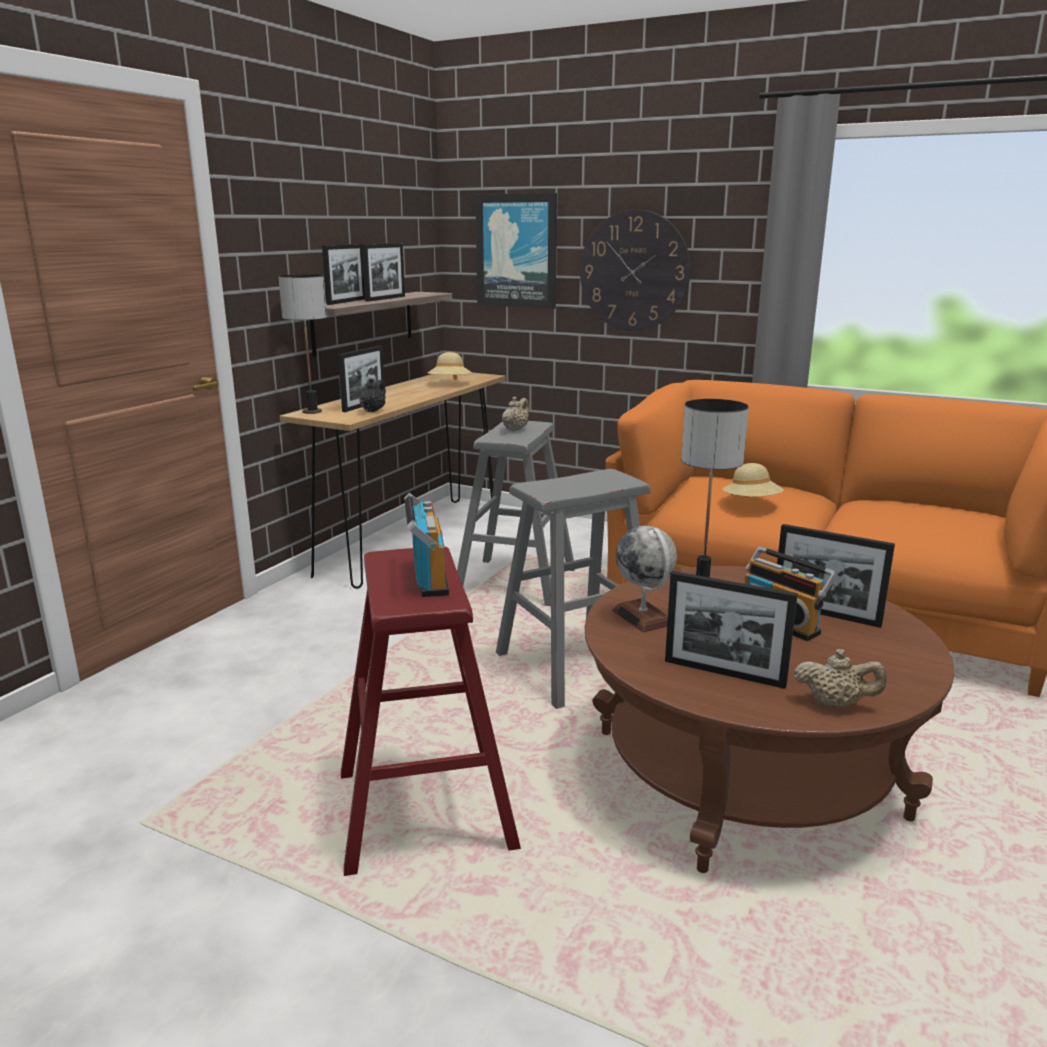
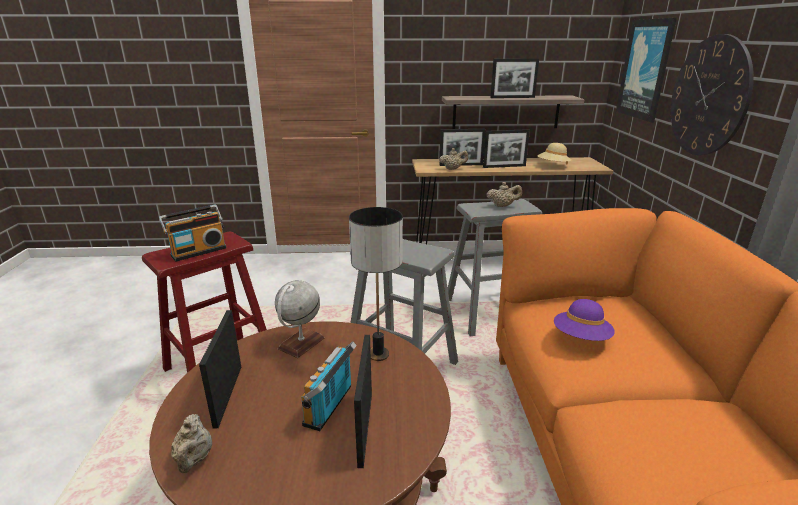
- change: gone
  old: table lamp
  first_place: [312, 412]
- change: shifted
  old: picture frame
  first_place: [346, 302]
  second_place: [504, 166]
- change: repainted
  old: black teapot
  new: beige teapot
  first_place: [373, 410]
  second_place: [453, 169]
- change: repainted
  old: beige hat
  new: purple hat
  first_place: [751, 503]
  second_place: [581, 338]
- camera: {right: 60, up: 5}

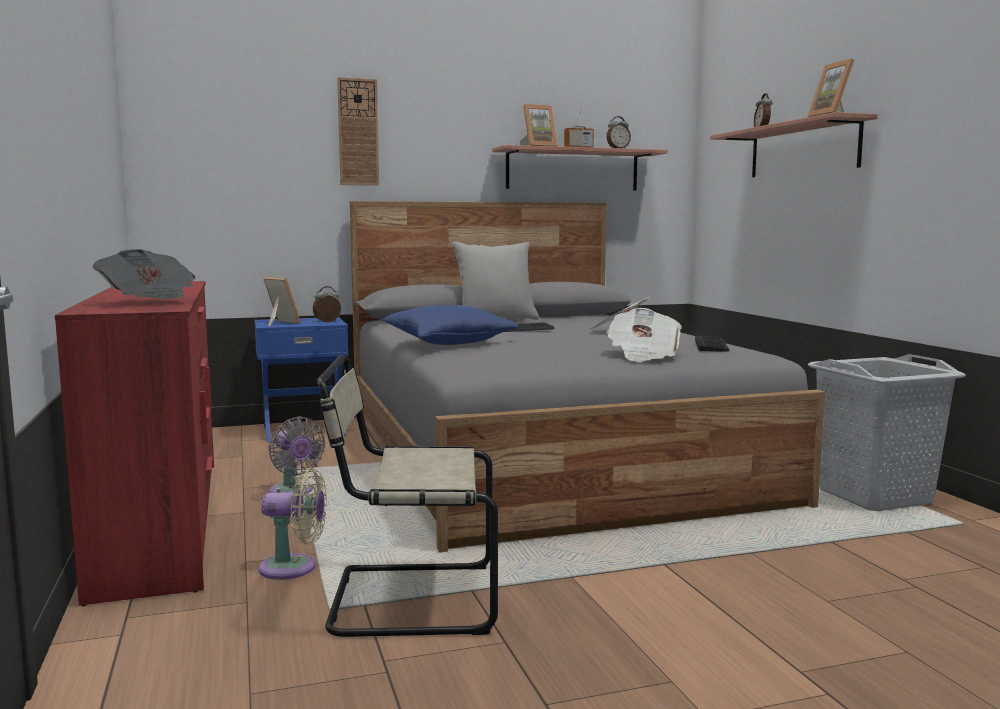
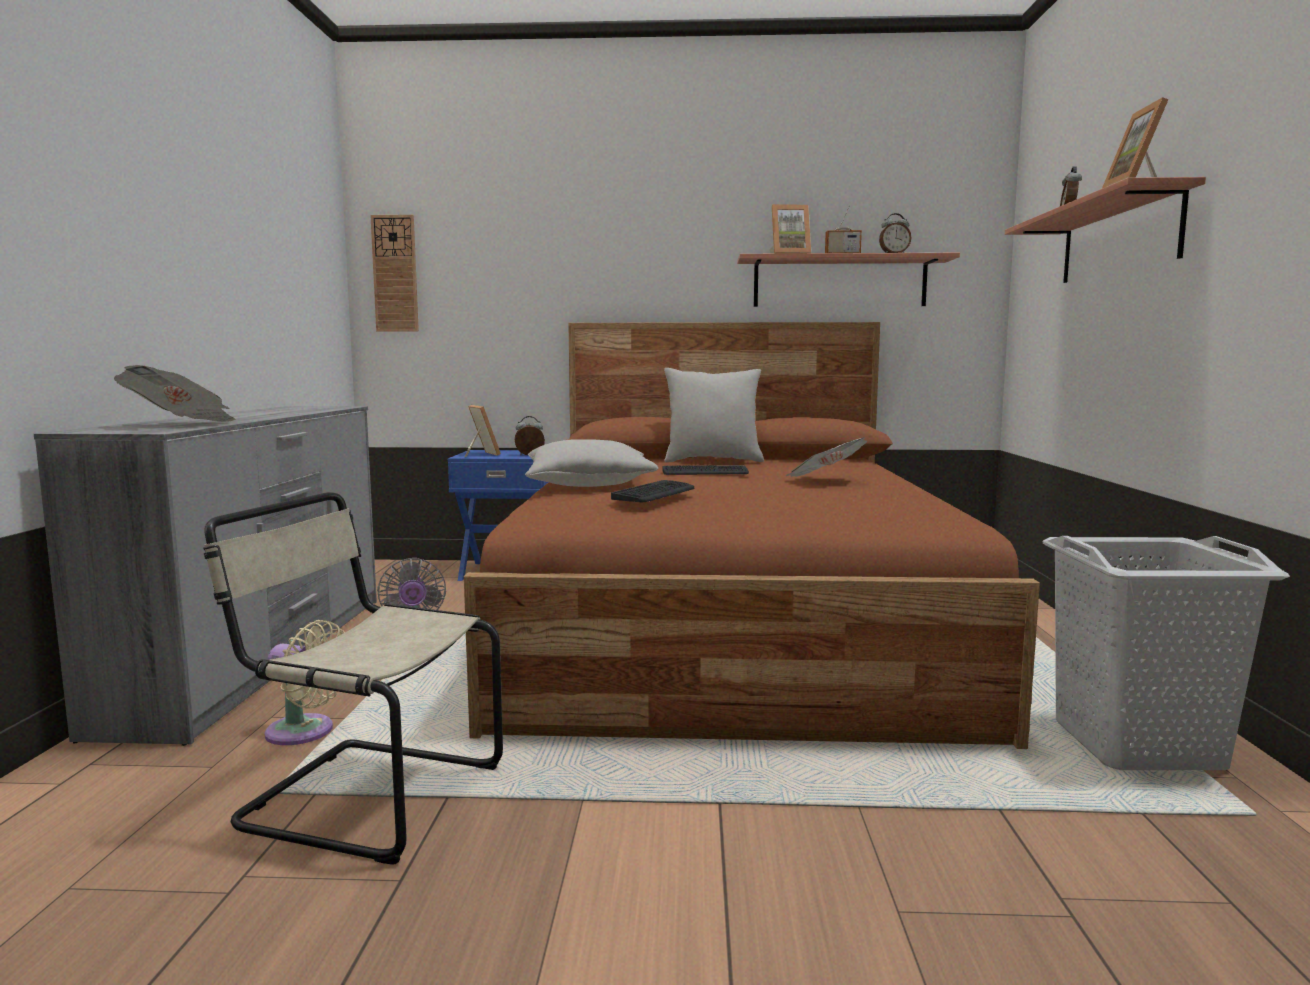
- change: gone
  old: newspaper
  first_place: [643, 355]
- change: shifted
  old: wall clock
  first_place: [358, 132]
  second_place: [395, 274]
- change: shifted
  old: keyboard
  first_place: [711, 345]
  second_place: [655, 493]
- change: repainted
  old: red dresser
  new: grey dresser
  first_place: [164, 521]
  second_place: [260, 657]
- change: repainted
  old: grey bed
  new: brown bed
  first_place: [544, 454]
  second_place: [730, 626]
- change: repainted
  old: blue pillow
  new: grey pillow
  first_place: [449, 343]
  second_place: [589, 484]
- camera: {right: 20, up: 0}

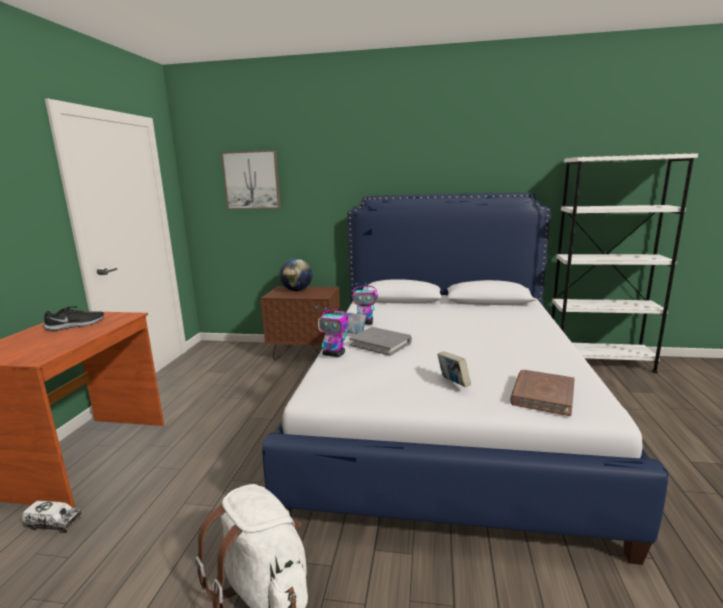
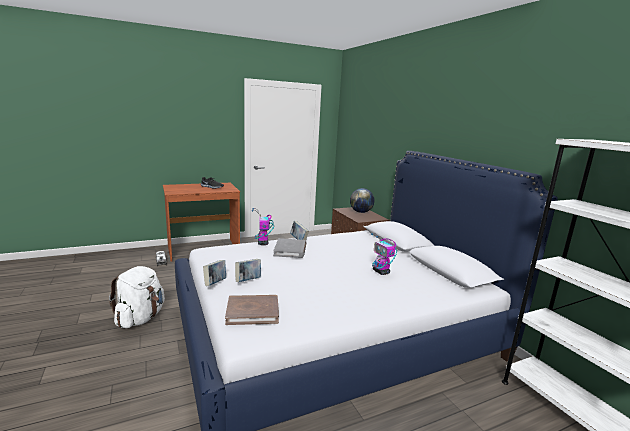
- change: gone
  old: picture
  first_place: [251, 180]
- change: new
  new: book
  second_place: [215, 283]
- change: shifted
  old: toy robot
  first_place: [365, 323]
  second_place: [381, 272]
- camera: {right: 55, up: 0}

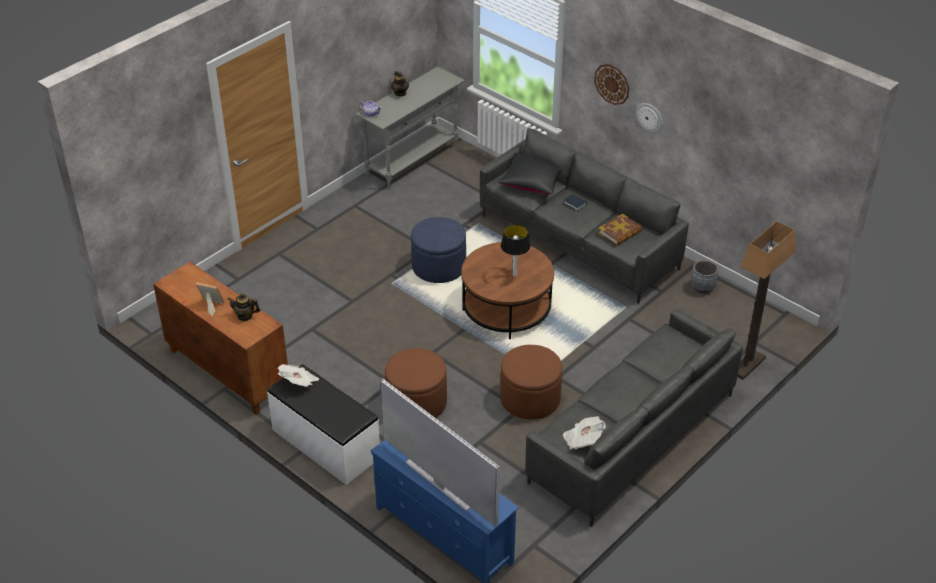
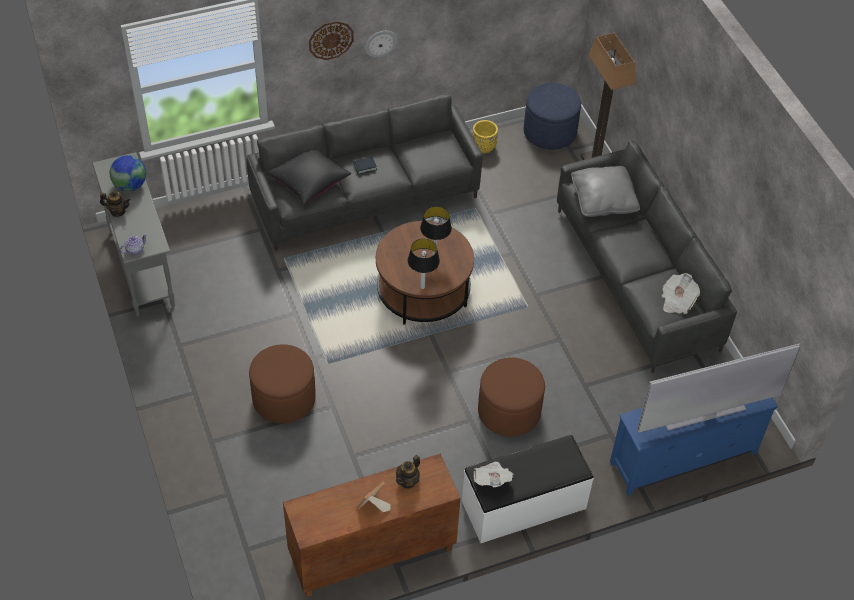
- change: gone
  old: book
  first_place: [620, 232]
- change: new
  new: globe
  second_place: [130, 185]
- change: new
  new: table lamp
  second_place: [422, 287]
- change: new
  new: grey pillow
  second_place: [603, 199]
- change: shifted
  old: blue ottoman
  first_place: [439, 267]
  second_place: [549, 132]
- change: shifted
  old: brown ottoman
  first_place: [530, 399]
  second_place: [284, 398]
- change: repainted
  old: grey planter
  new: yellow planter
  first_place: [702, 288]
  second_place: [484, 147]
- camera: {right: -65, up: 10}

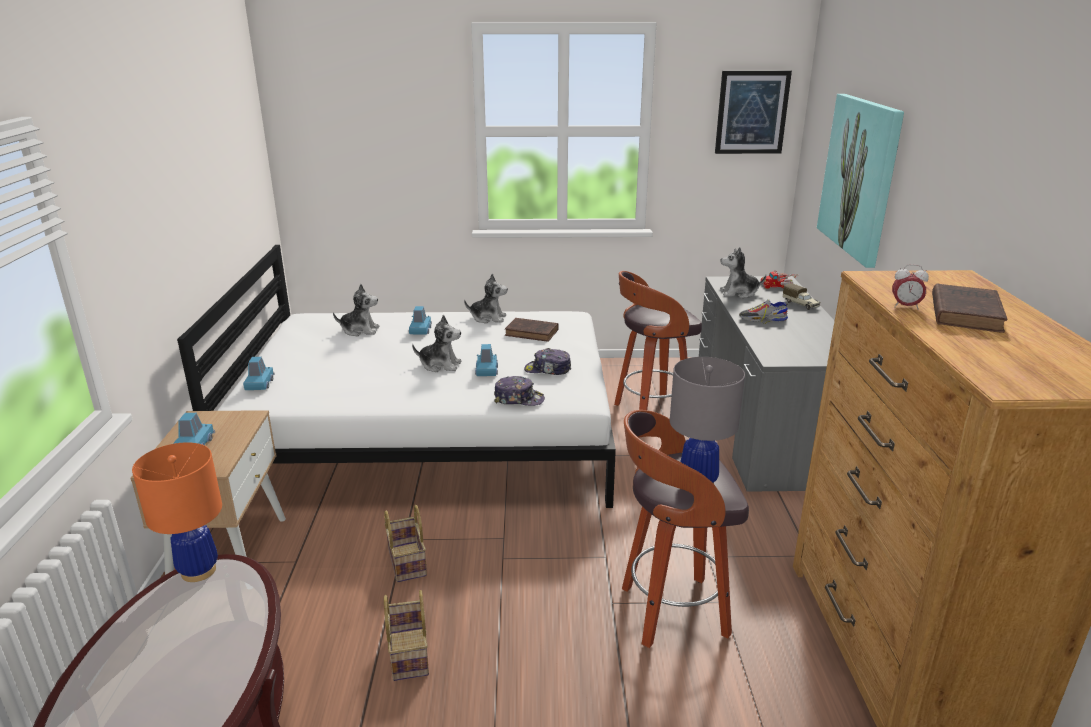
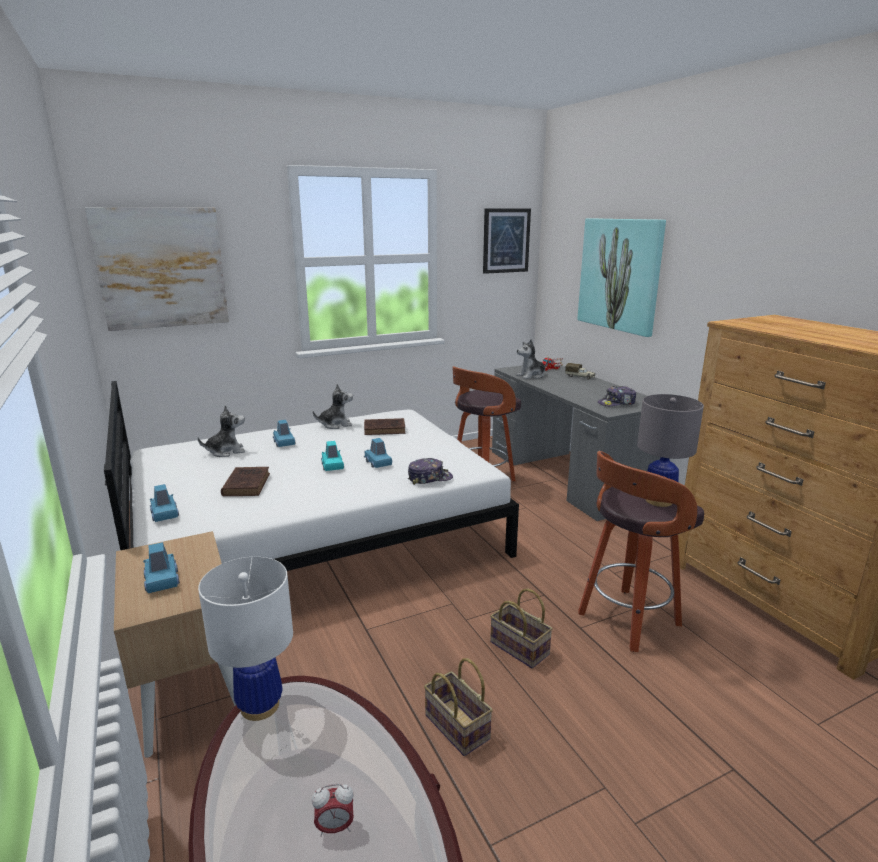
- change: gone
  old: shoe
  first_place: [762, 319]
- change: new
  new: picture
  second_place: [162, 268]
- change: shifted
  old: basket
  first_place: [405, 561]
  second_place: [517, 648]
- change: shifted
  old: cap
  first_place: [548, 370]
  second_place: [617, 403]
- change: shifted
  old: alarm clock
  first_place: [905, 307]
  second_place: [335, 827]
- change: shifted
  old: brown book
  first_place: [965, 312]
  second_place: [247, 484]
- change: swapped
  old: plush toy
  new: turquoise toy car
  first_place: [440, 365]
  second_place: [332, 466]
- change: repainted
  old: orange table lamp
  new: white table lamp
  first_place: [199, 571]
  second_place: [260, 705]
- camera: {right: -25, up: -5}

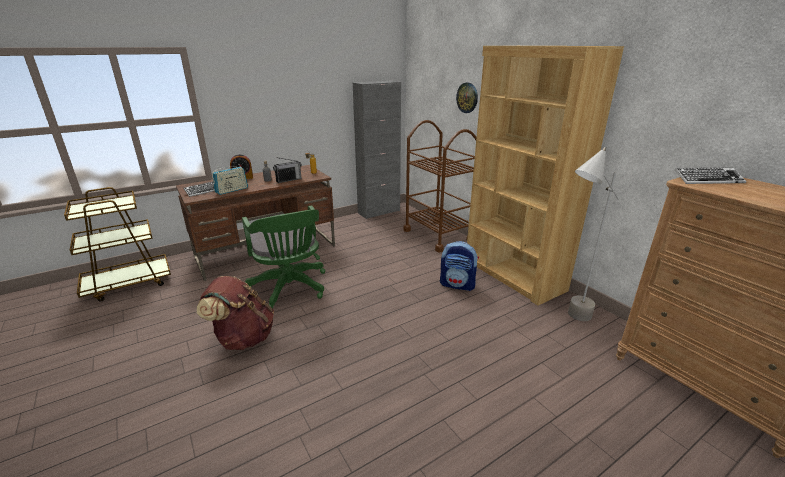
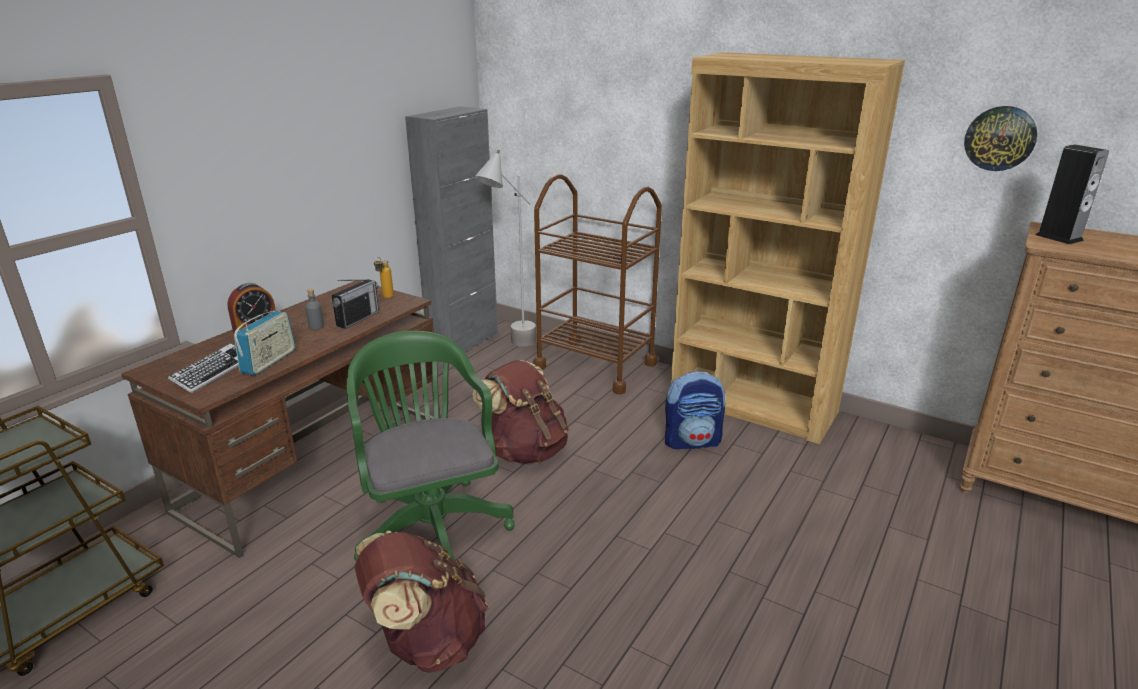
- change: new
  new: brown backpack
  second_place: [525, 450]
- change: shifted
  old: wall clock
  first_place: [467, 97]
  second_place: [1000, 138]
- change: shifted
  old: grey floor lamp
  first_place: [568, 321]
  second_place: [511, 349]
- change: swapped
  old: keyboard
  new: speaker
  first_place: [707, 180]
  second_place: [1059, 237]
- change: rotated
  old: green office chair
  first_place: [290, 289]
  second_place: [431, 524]
  degrees: -150
- camera: {right: -25, up: 0}

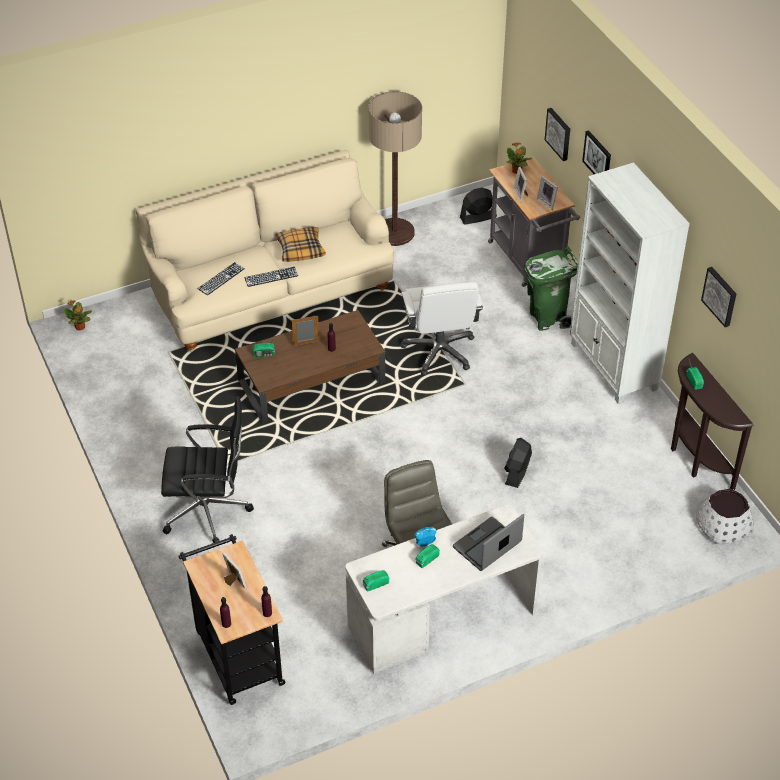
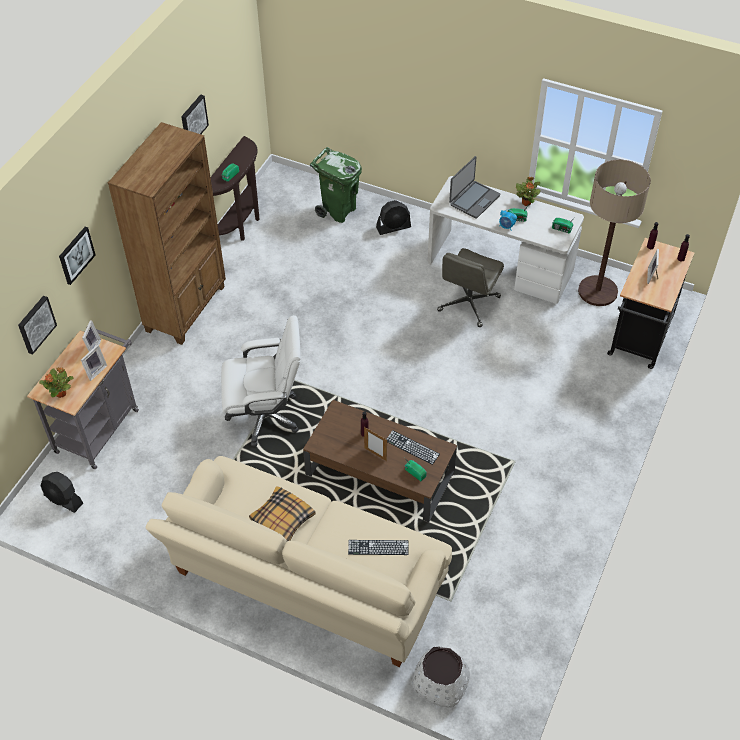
- change: gone
  old: black office chair
  first_place: [209, 511]
- change: shifted
  old: potted plant
  first_place: [80, 327]
  second_place: [526, 202]
- change: shifted
  old: keyboard
  first_place: [271, 277]
  second_place: [412, 447]
- change: shifted
  old: floor lamp
  first_place: [394, 232]
  second_place: [597, 291]
- change: shifted
  old: black fan
  first_place: [517, 472]
  second_place: [393, 227]
- change: shifted
  old: green trash can
  first_place: [547, 318]
  second_place: [338, 211]
- change: shifted
  old: white planter
  first_place: [723, 526]
  second_place: [440, 682]
- change: repainted
  old: white bookcase
  new: brown bookcase
  first_place: [613, 367]
  second_place: [186, 308]
- change: rotated
  old: white office chair
  first_place: [439, 351]
  second_place: [265, 416]
  degrees: 45
- change: rotated
  old: laptop
  first_place: [487, 545]
  second_place: [474, 200]
  degrees: -60
- camera: {right: -130, up: 5}

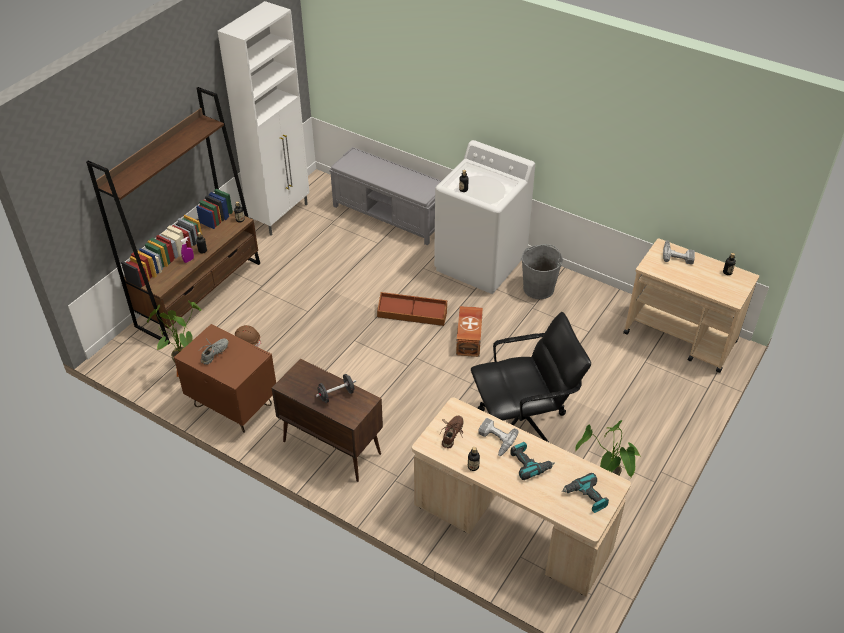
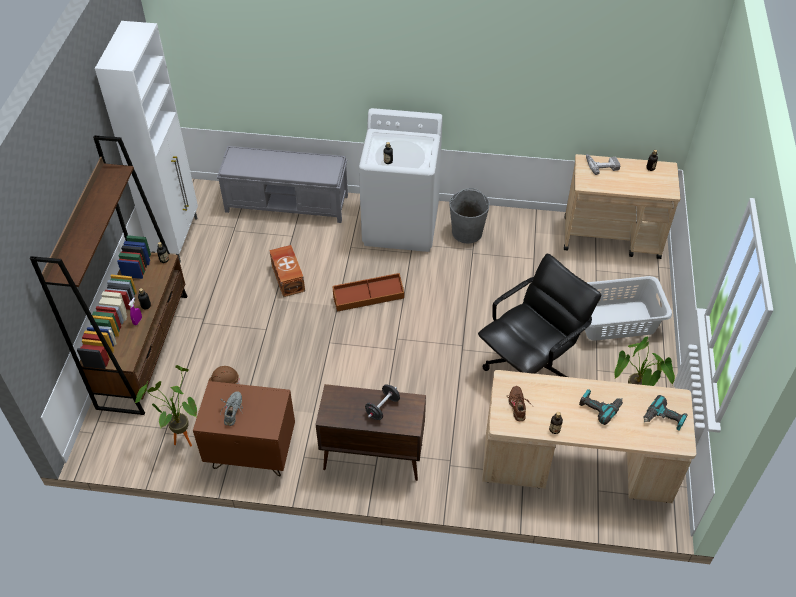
- change: gone
  old: power drill
  first_place: [495, 440]
- change: new
  new: grey laundry basket
  second_place: [617, 321]
- change: shifted
  old: brown storage box
  first_place: [469, 338]
  second_place: [288, 277]
- camera: {right: -25, up: 5}

